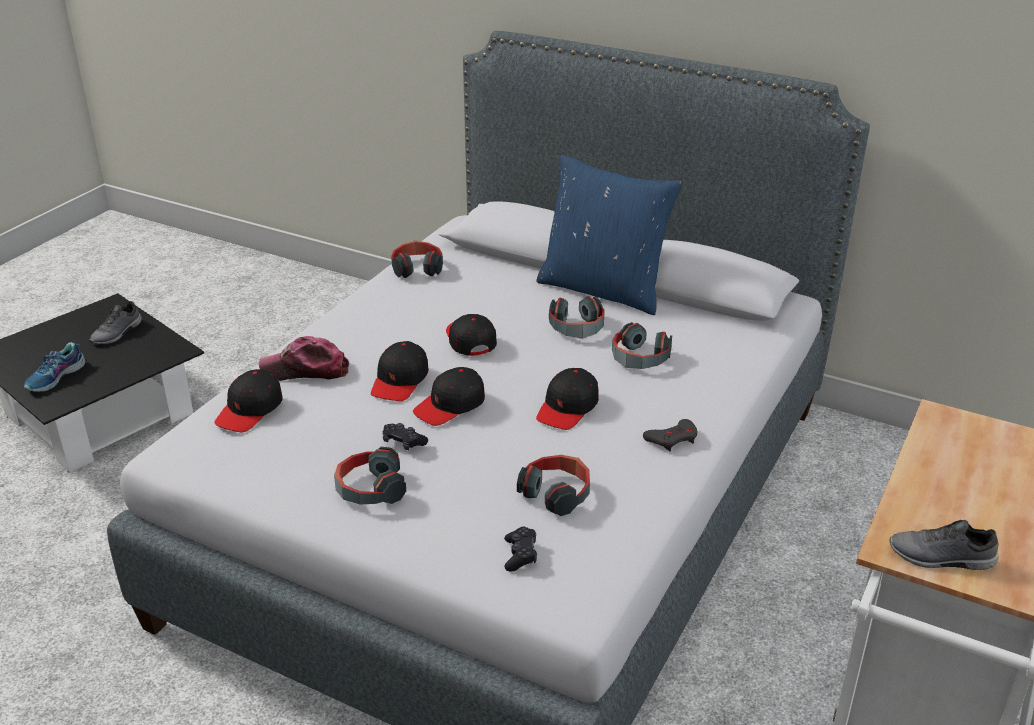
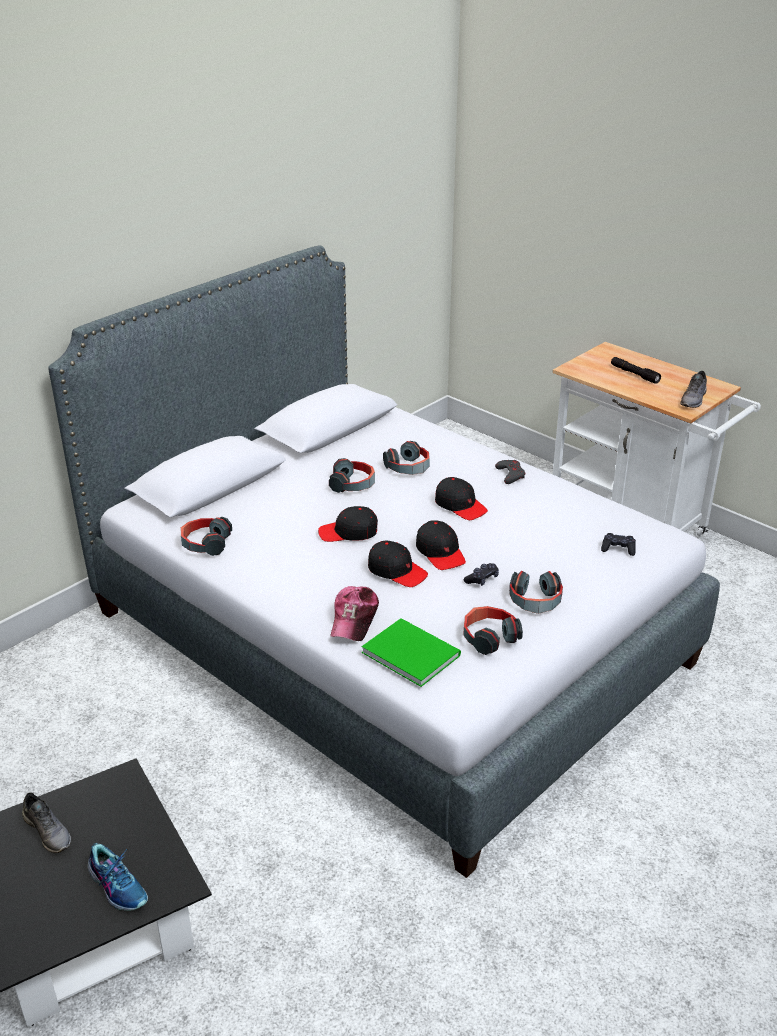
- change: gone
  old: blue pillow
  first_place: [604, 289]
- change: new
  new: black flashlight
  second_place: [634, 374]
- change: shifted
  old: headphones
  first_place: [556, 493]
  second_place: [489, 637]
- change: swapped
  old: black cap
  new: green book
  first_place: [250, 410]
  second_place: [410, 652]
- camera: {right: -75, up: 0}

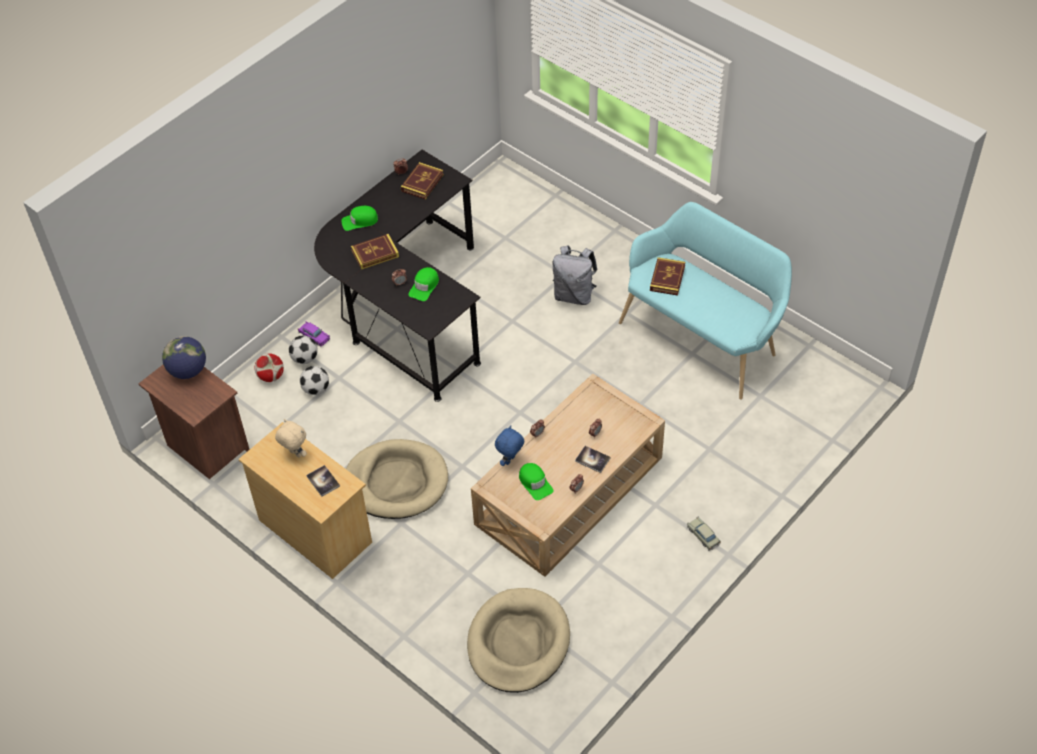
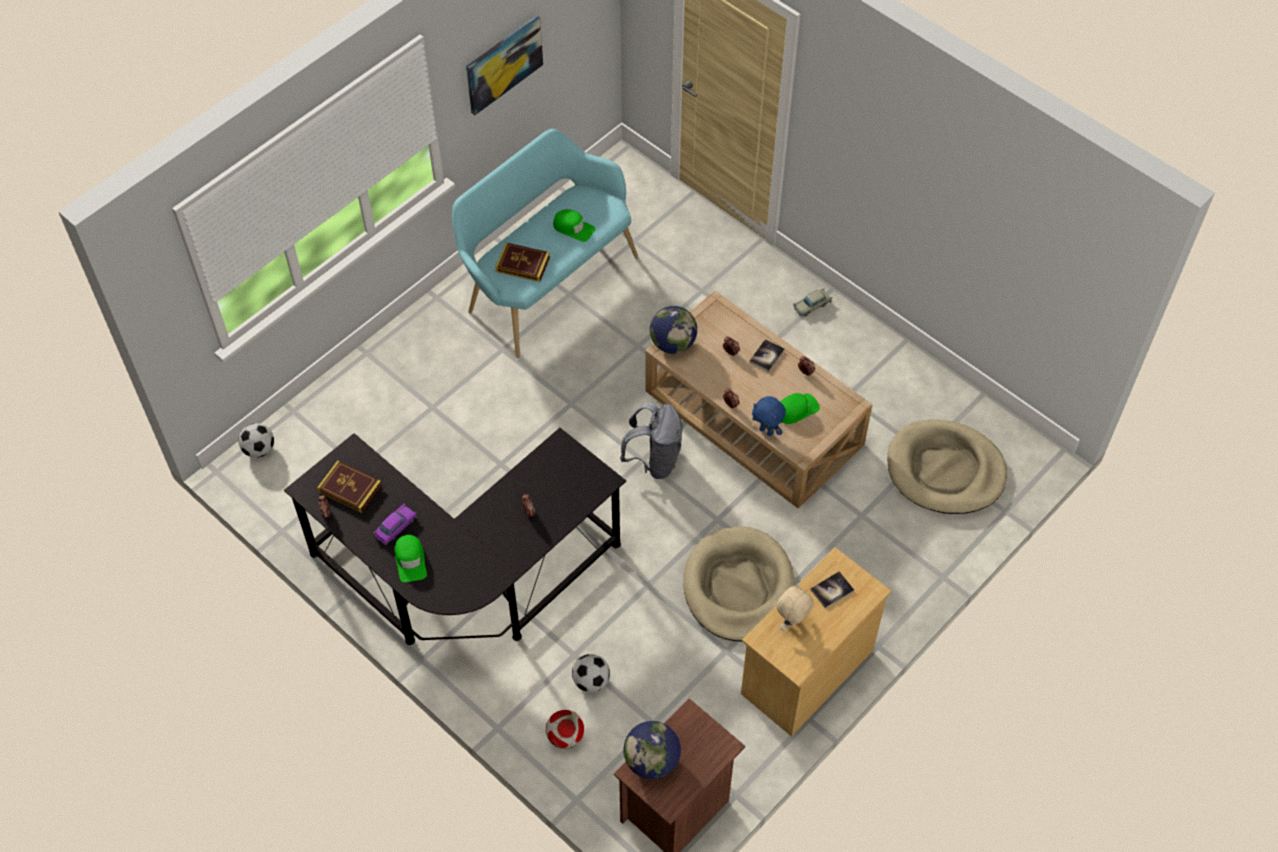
- change: gone
  old: book
  first_place: [375, 253]
- change: new
  new: picture
  second_place: [503, 64]
- change: new
  new: globe
  second_place: [673, 343]
- change: shifted
  old: football
  first_place: [305, 358]
  second_place: [259, 449]
- change: shifted
  old: purple toy car
  first_place: [314, 336]
  second_place: [395, 527]
- change: shifted
  old: green cap
  first_place: [424, 286]
  second_place: [573, 228]
- change: shifted
  old: grey backpack
  first_place: [574, 295]
  second_place: [654, 460]
- camera: {right: -90, up: 5}

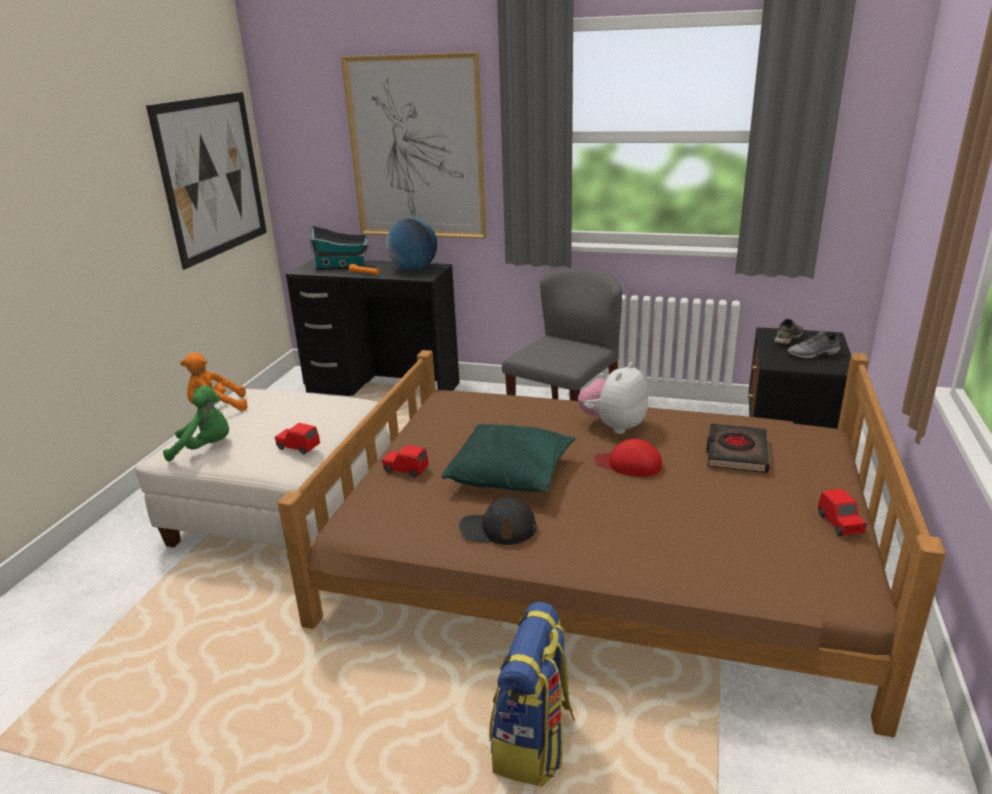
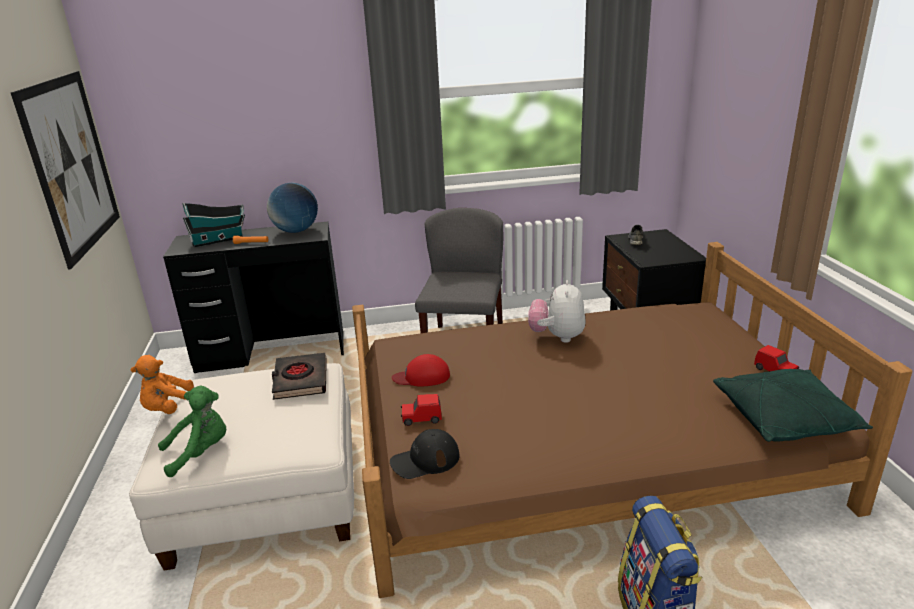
- change: gone
  old: red toy car
  first_place: [298, 447]
- change: gone
  old: picture
  first_place: [416, 149]
- change: gone
  old: grey shoe
  first_place: [813, 354]
- change: shifted
  old: green pillow
  first_place: [511, 474]
  second_place: [785, 419]
- change: shifted
  old: black cap
  first_place: [497, 528]
  second_place: [425, 460]
- change: shifted
  old: red cap
  first_place: [629, 464]
  second_place: [422, 377]
- change: shifted
  old: black book
  first_place: [736, 453]
  second_place: [300, 380]
- camera: {right: -25, up: 0}

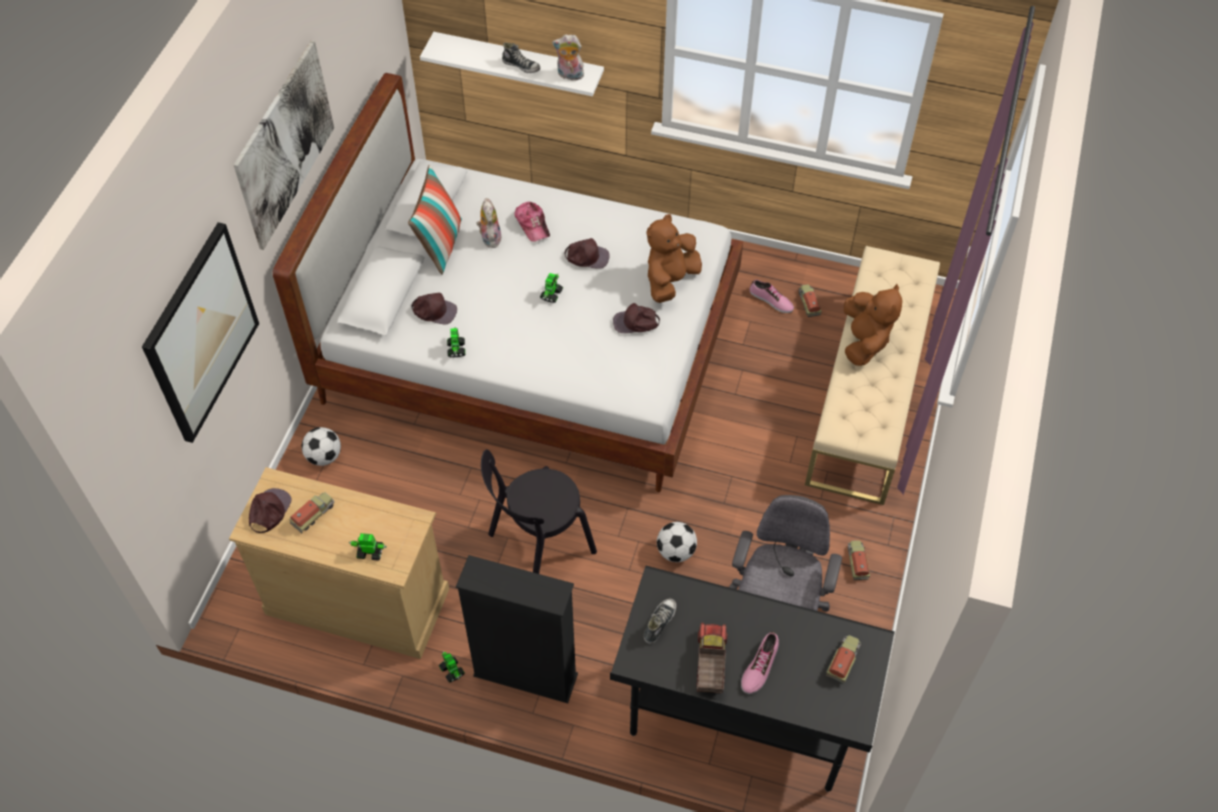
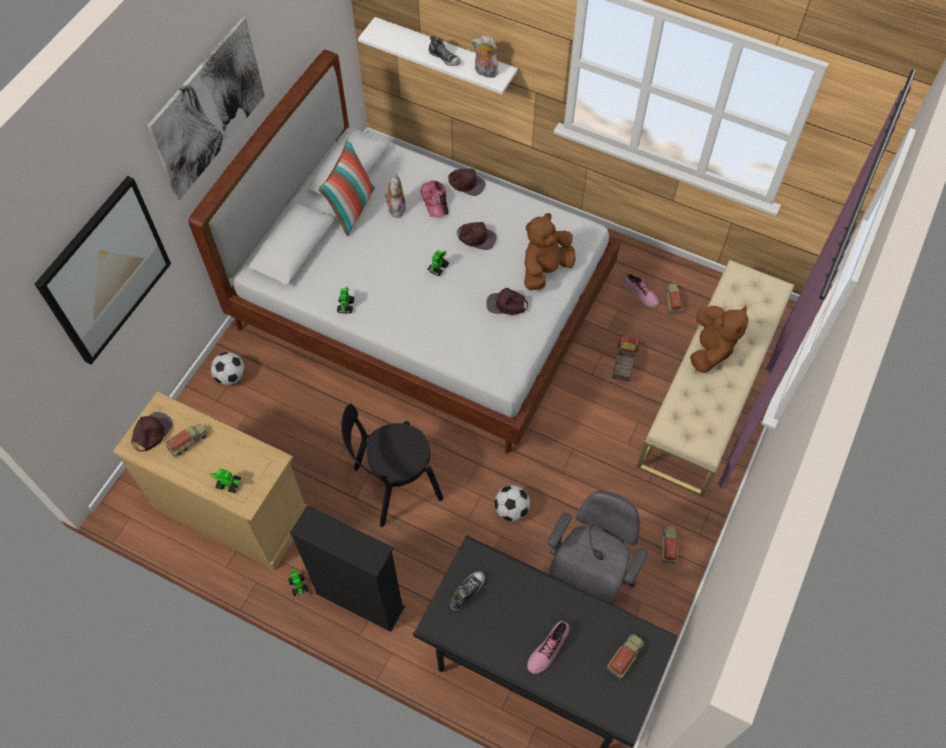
- change: shifted
  old: brown cap
  first_place: [434, 310]
  second_place: [466, 183]
- change: shifted
  old: toy truck
  first_place: [709, 664]
  second_place: [623, 363]
- camera: {right: 10, up: 5}

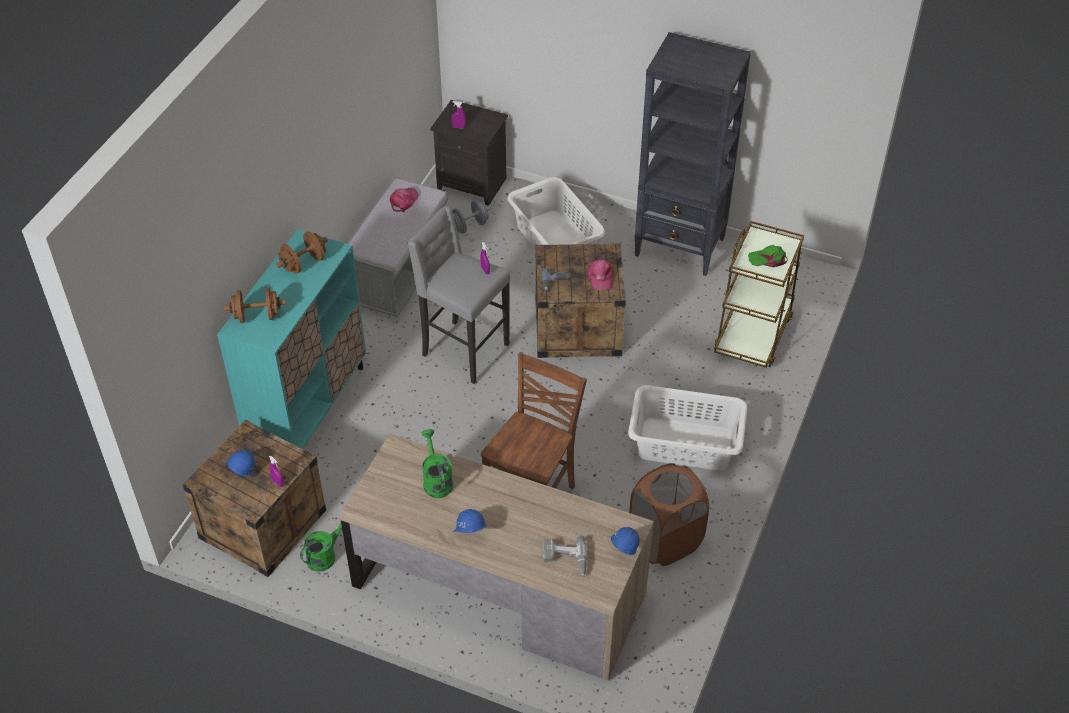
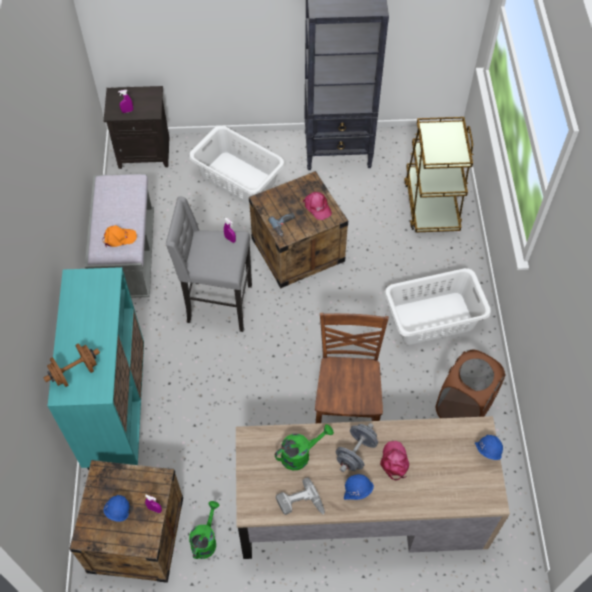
- change: gone
  old: brown dumbbell
  first_place: [304, 263]
- change: gone
  old: green cap
  first_place: [768, 259]
- change: new
  new: orange cap
  second_place: [119, 238]
- change: shifted
  old: pink cap
  first_place: [404, 201]
  second_place: [394, 461]
- change: shifted
  old: grey dumbbell
  first_place: [469, 226]
  second_place: [356, 453]
- change: shifted
  old: power drill
  first_place: [564, 560]
  second_place: [300, 504]
- change: rotated
  old: green watering can
  first_place: [436, 480]
  second_place: [300, 454]
  degrees: 105
- camera: {right: -25, up: 10}

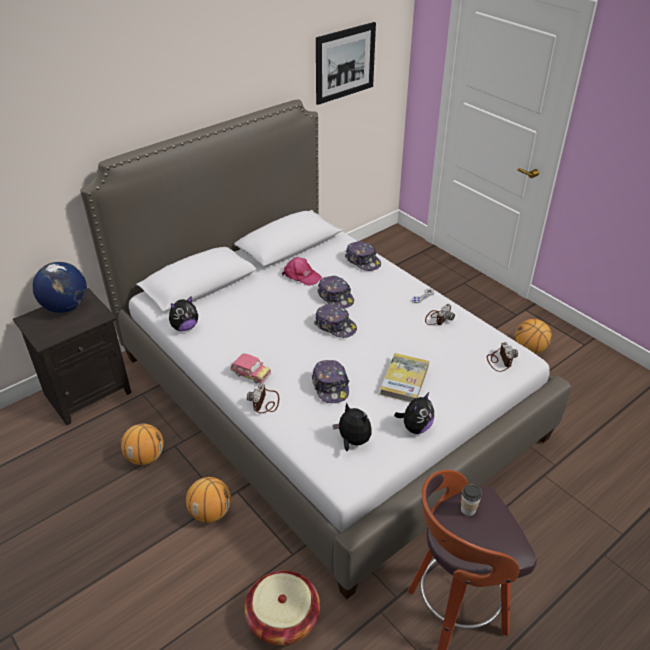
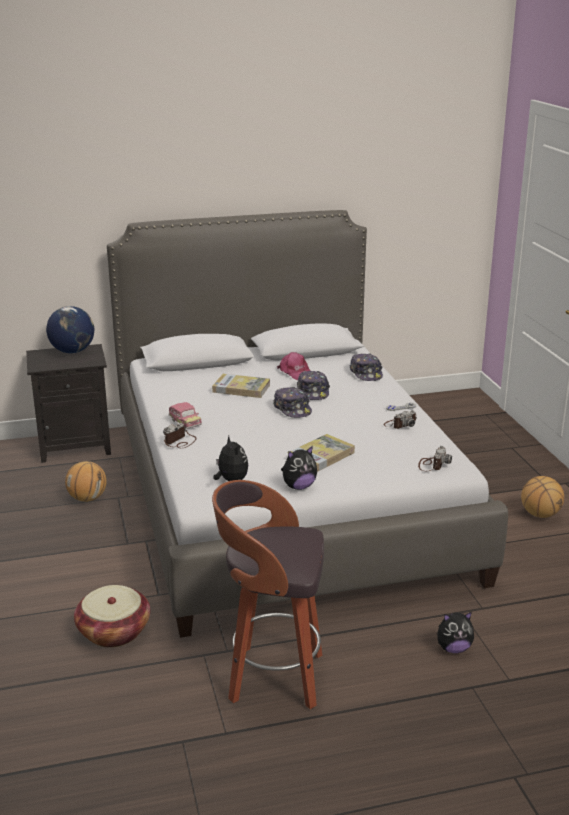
- change: gone
  old: basketball
  first_place: [210, 512]
- change: gone
  old: cap
  first_place: [330, 386]
- change: gone
  old: picture
  first_place: [345, 63]
- change: gone
  old: cup
  first_place: [468, 509]
- change: new
  new: book
  second_place: [241, 388]
- change: shifted
  old: plush toy
  first_place: [184, 327]
  second_place: [453, 648]
- camera: {right: 25, up: -15}

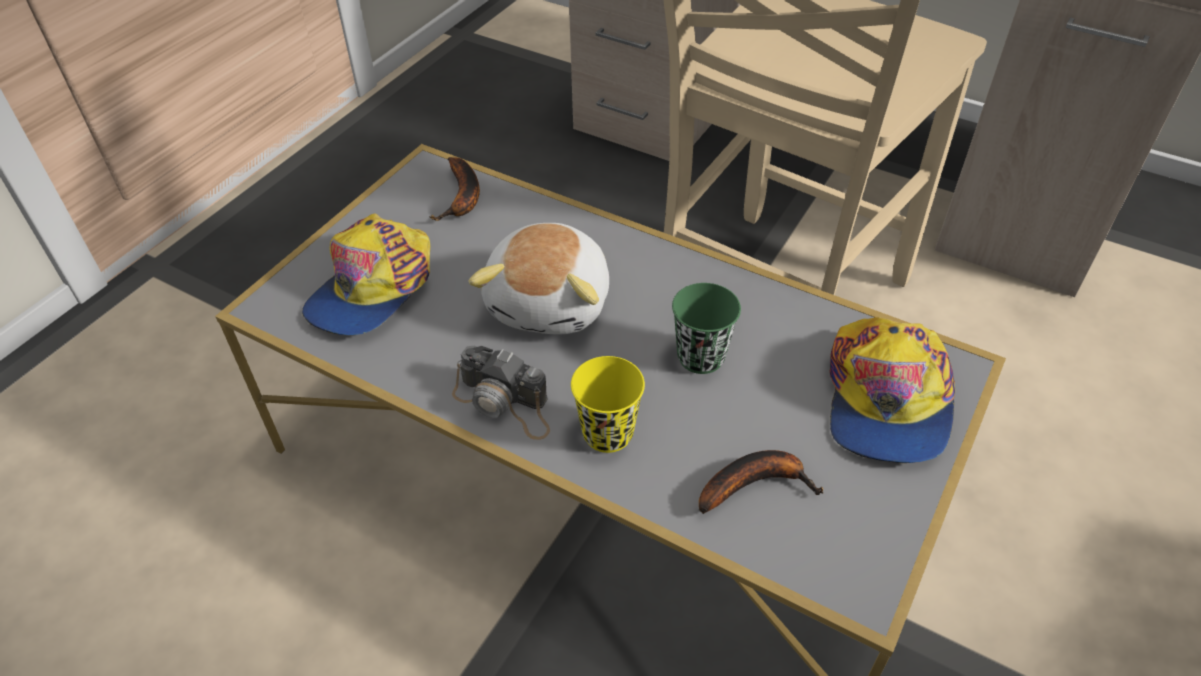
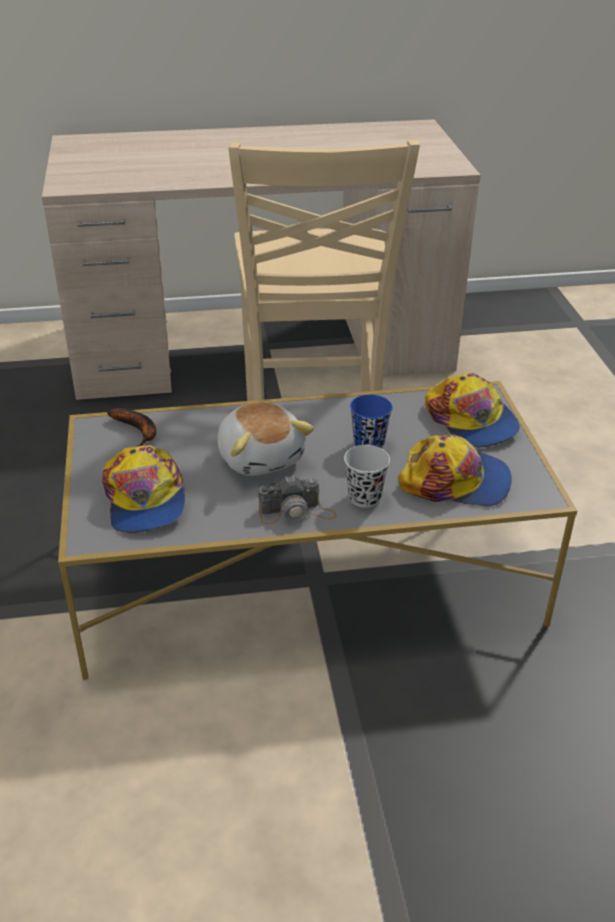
- change: swapped
  old: banana
  new: cap
  first_place: [756, 483]
  second_place: [455, 481]
- change: repainted
  old: yellow cup
  new: black cup
  first_place: [607, 433]
  second_place: [364, 497]
- change: repainted
  old: green cup
  new: blue cup
  first_place: [701, 357]
  second_place: [369, 444]
- camera: {right: -40, up: -10}

